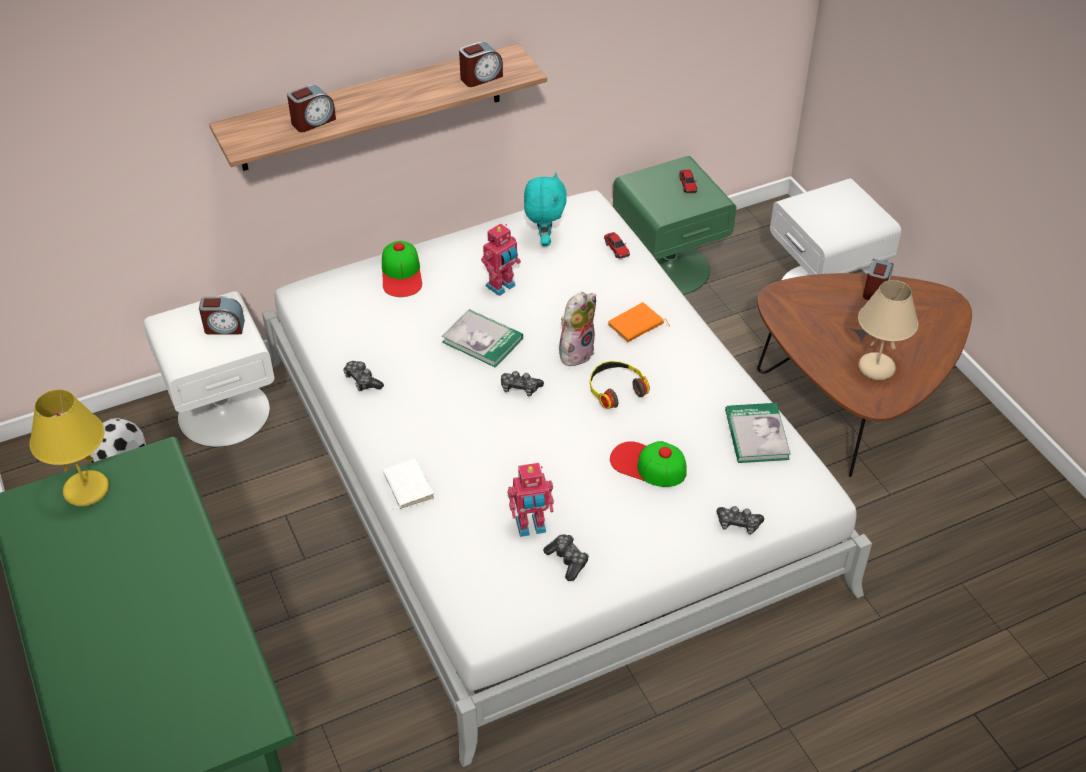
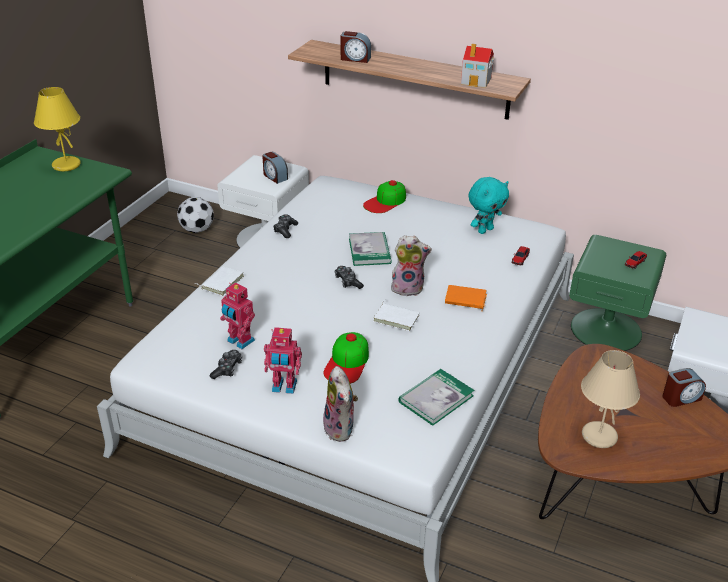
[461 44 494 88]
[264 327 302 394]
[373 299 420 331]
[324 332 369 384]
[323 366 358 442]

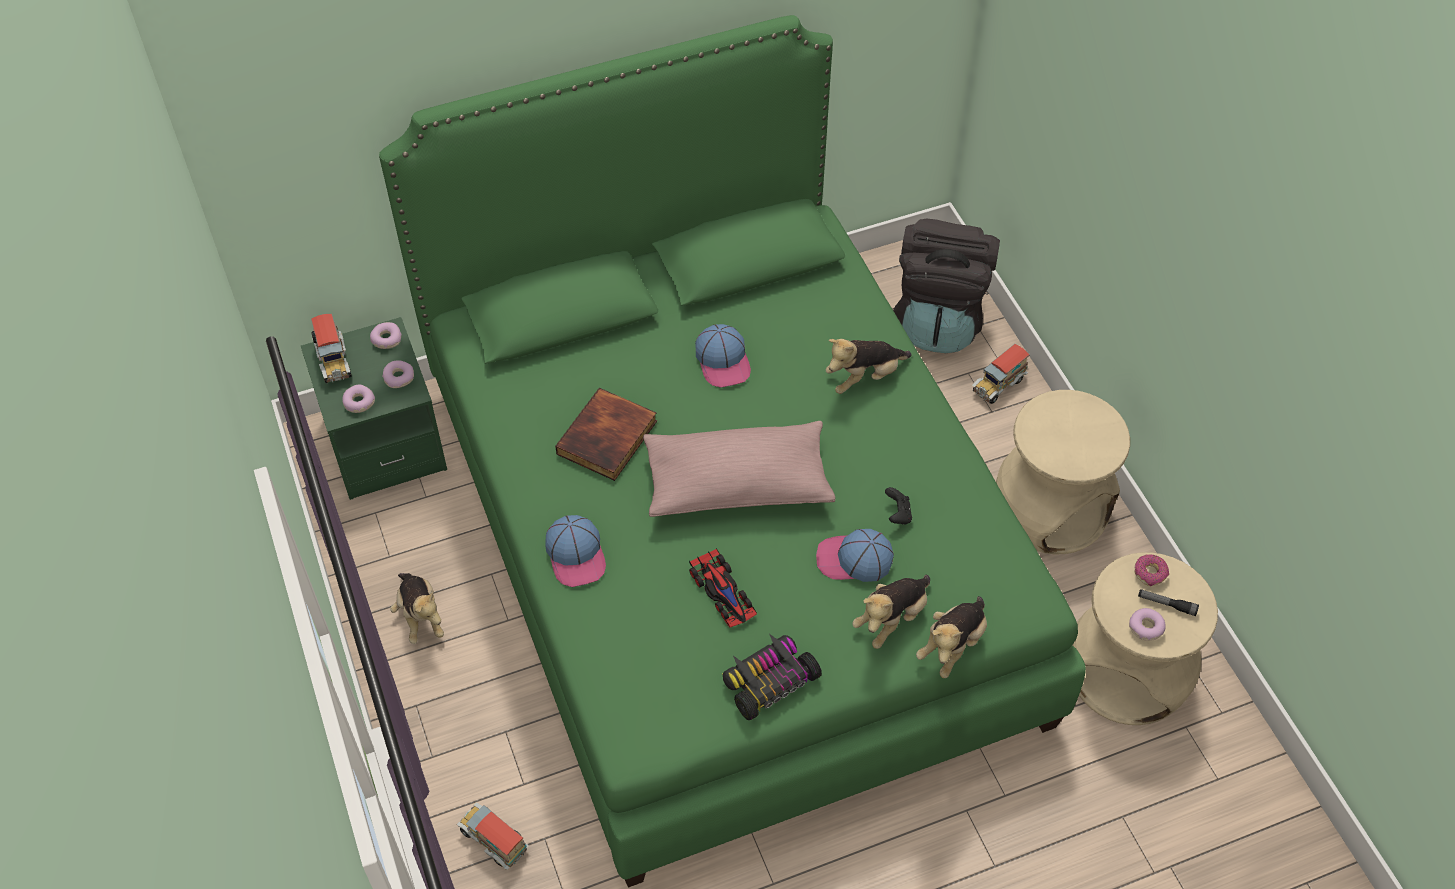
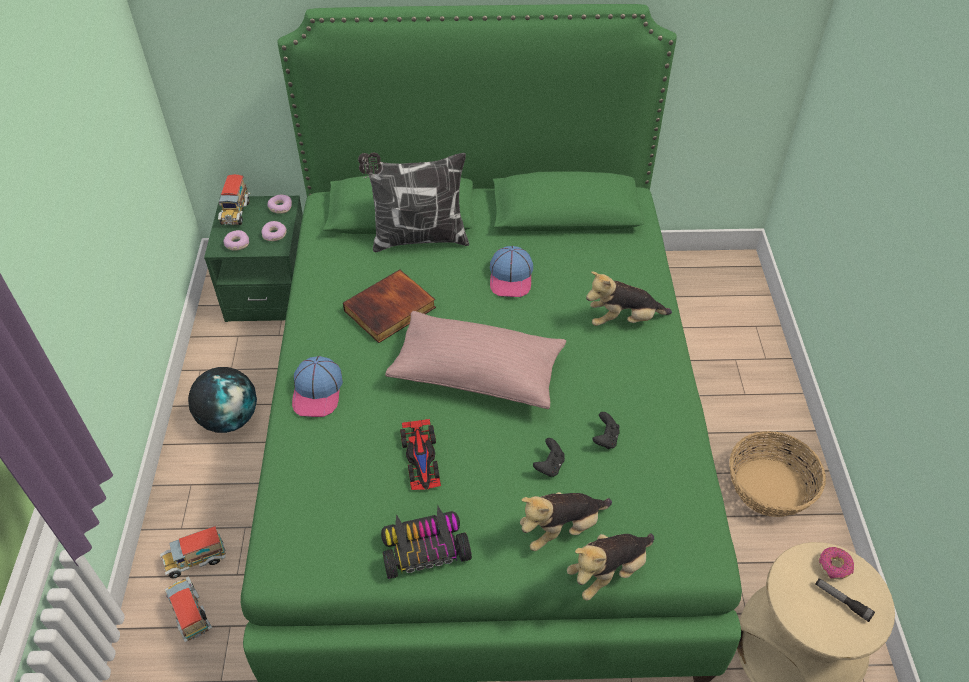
[188 367 257 433]
[533 438 565 477]
[893 219 1000 353] (first image)
[160 526 226 578]
[729 431 826 517]
[1129 608 1166 641] (first image)
[358 152 469 252]

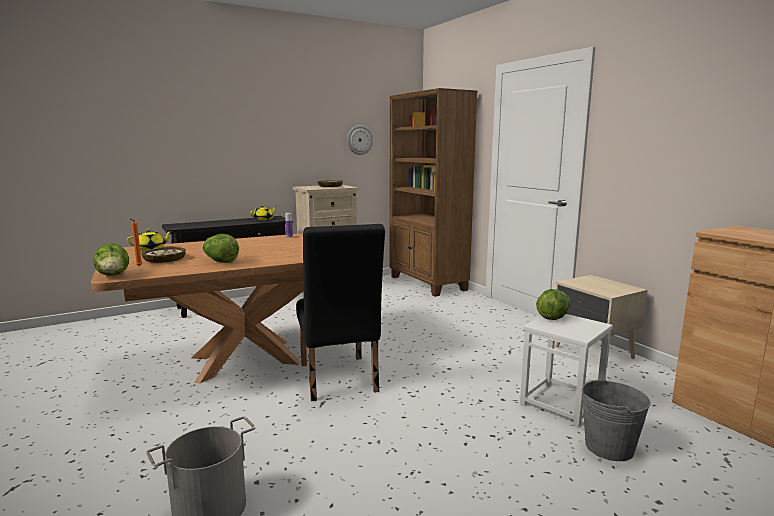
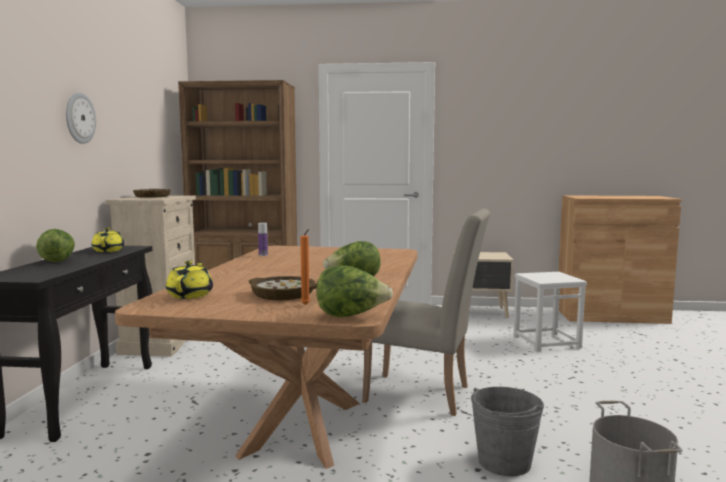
[362 209 491 416]
[66 92 96 144]
[36 229 75 262]
[471 387 544 476]

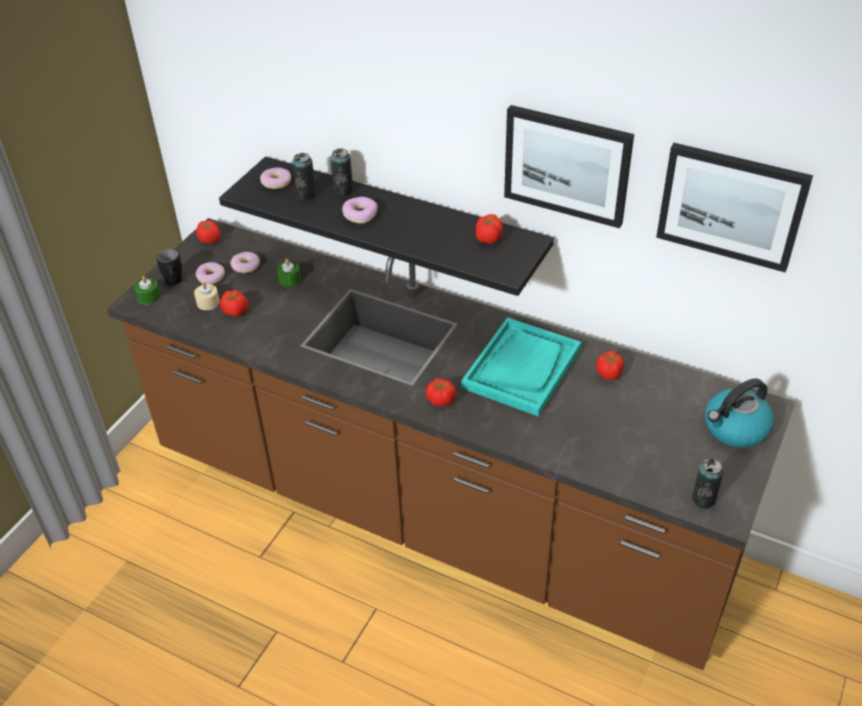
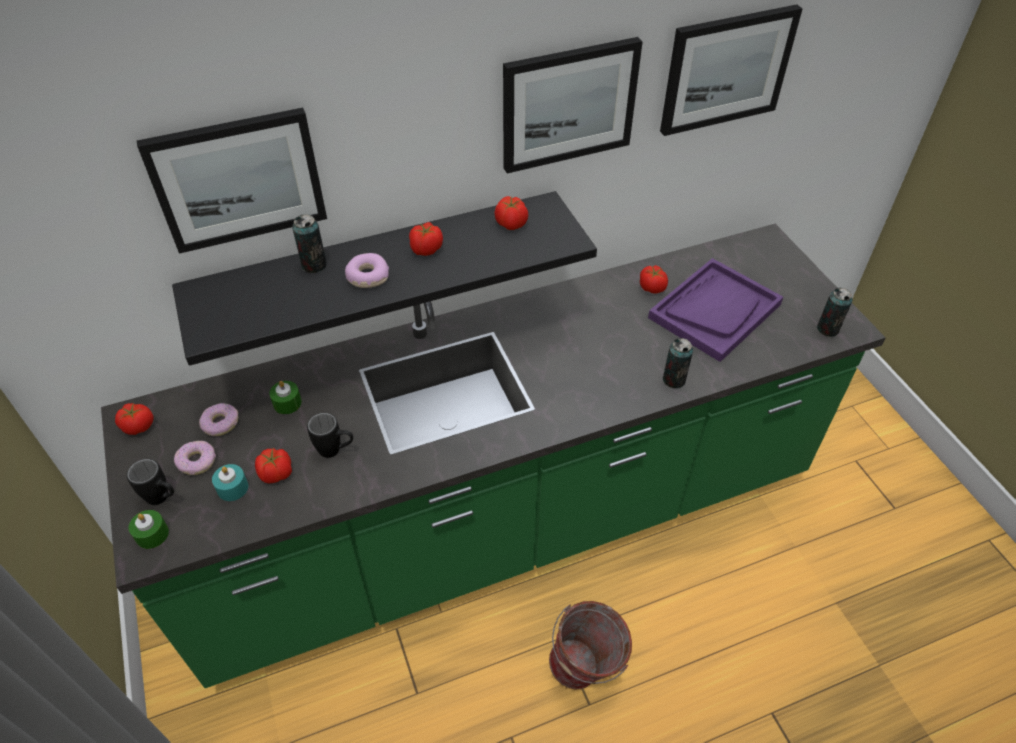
[101 224 886 688]
[212 464 248 501]
[260 167 291 189] (first image)
[663 338 693 388]
[409 222 443 256]
[461 317 581 416] (first image)
[705 378 774 448] (first image)
[137 108 327 254]
[307 413 353 458]
[549 601 632 690]
[648 258 783 362]

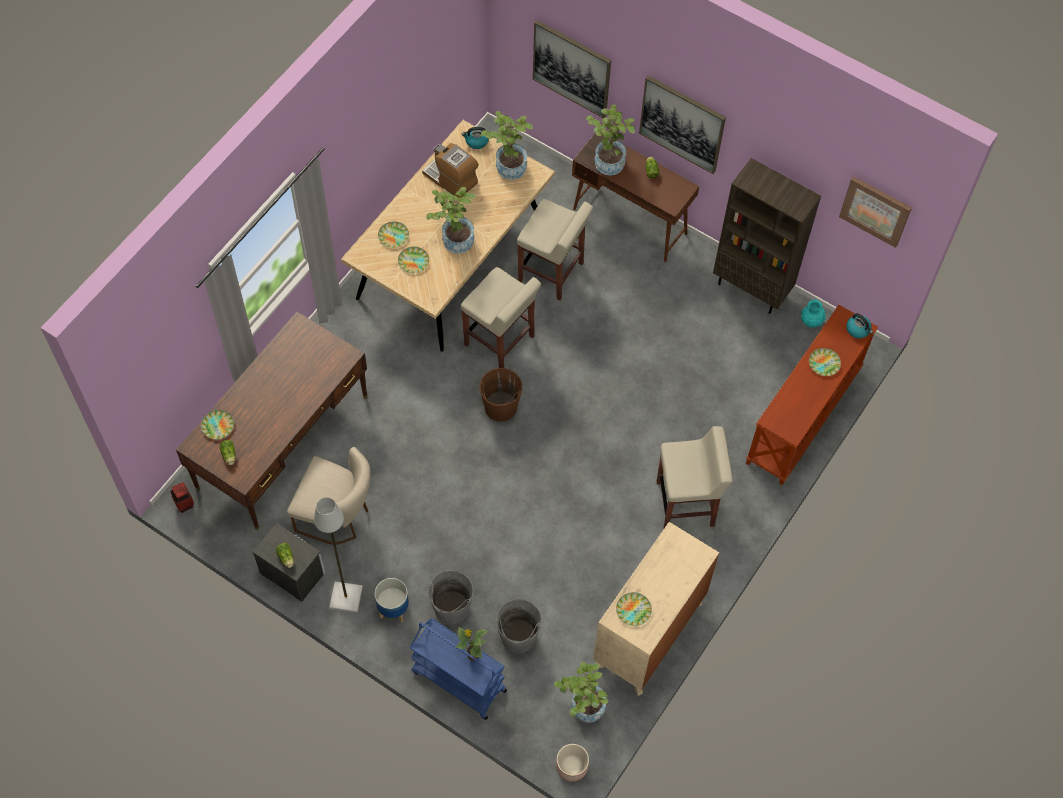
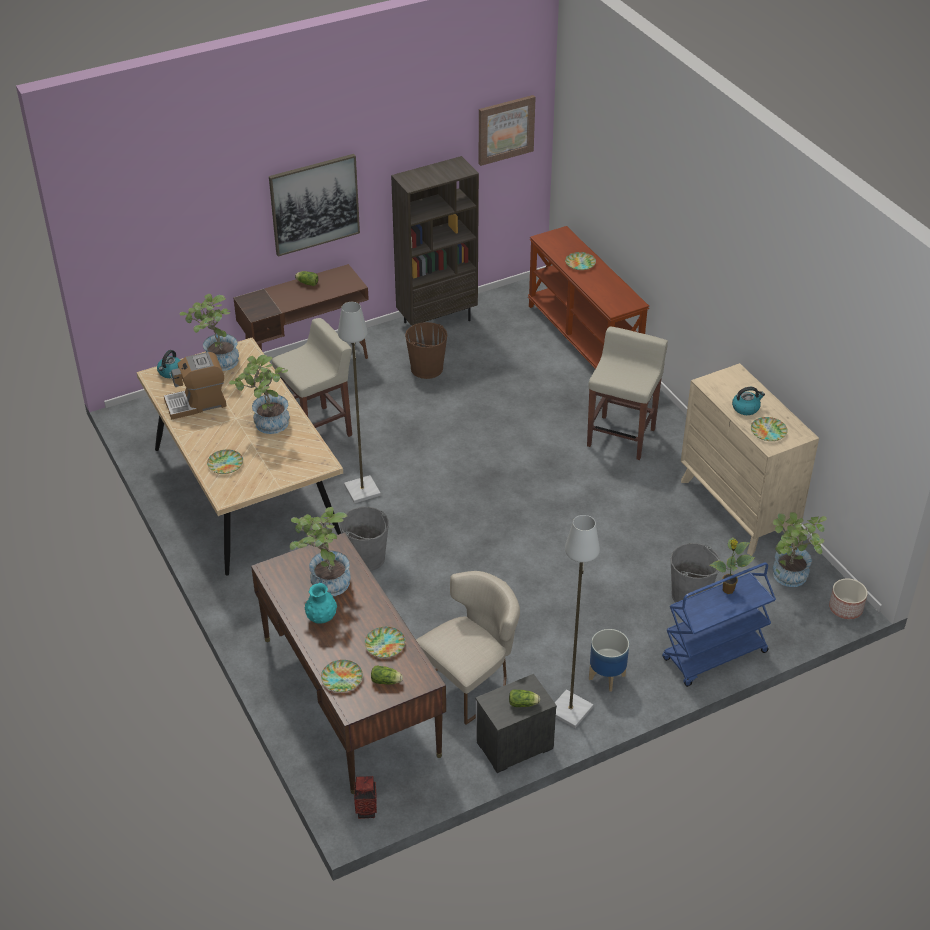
[365 627 405 658]
[340 507 389 571]
[338 302 381 503]
[405 322 447 379]
[533 20 611 118] (first image)
[290 507 351 596]
[305 583 337 624]
[732 387 765 415]

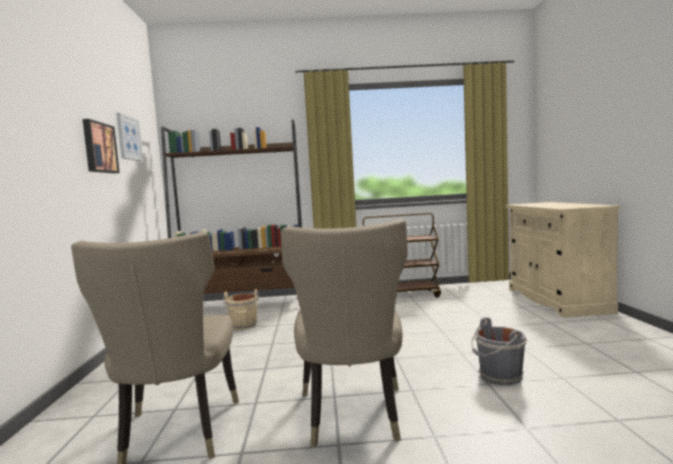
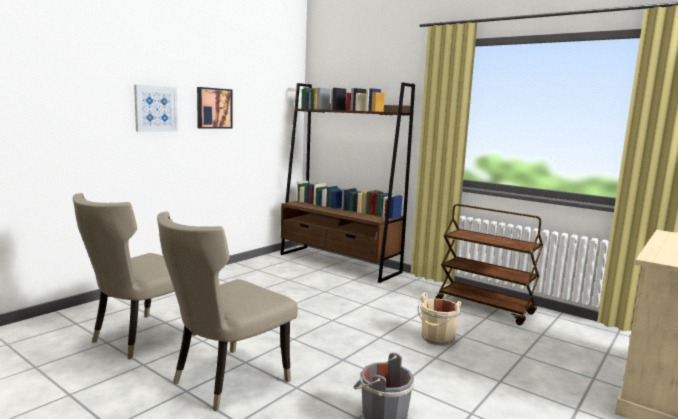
[134 85 178 132]
[418 293 461 346]

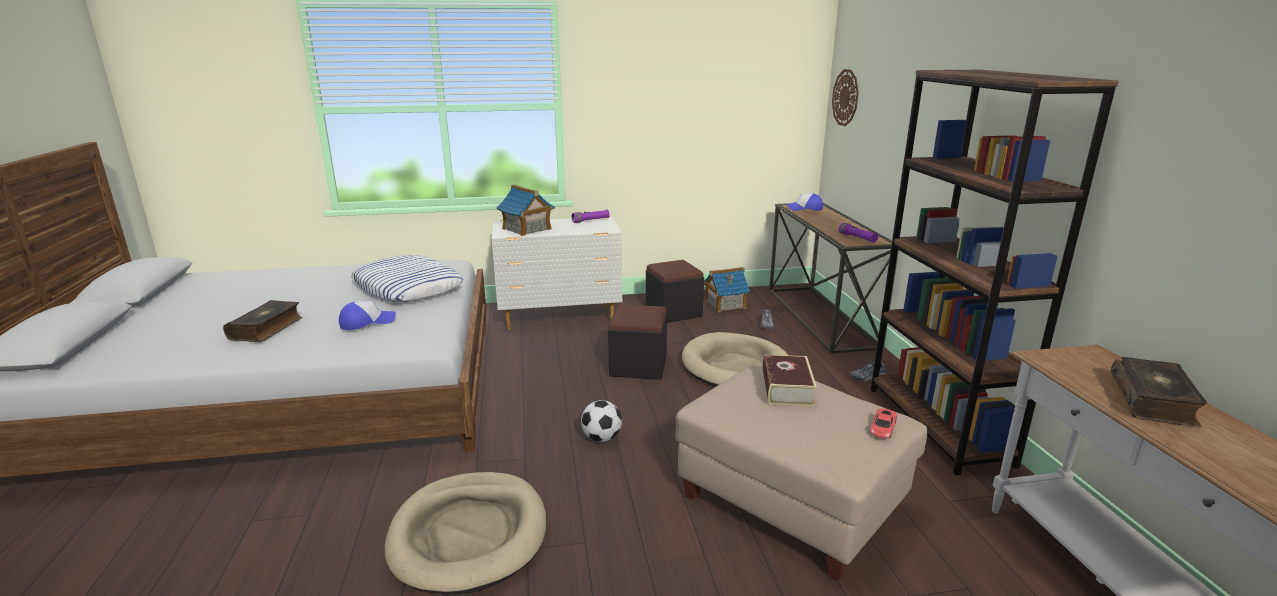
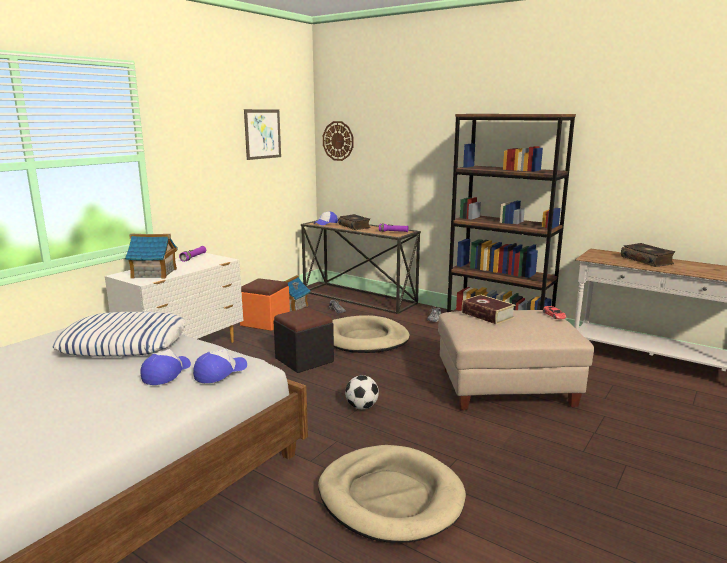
[338 214 371 230]
[240 278 290 331]
[193 349 247 383]
[244 109 281 160]

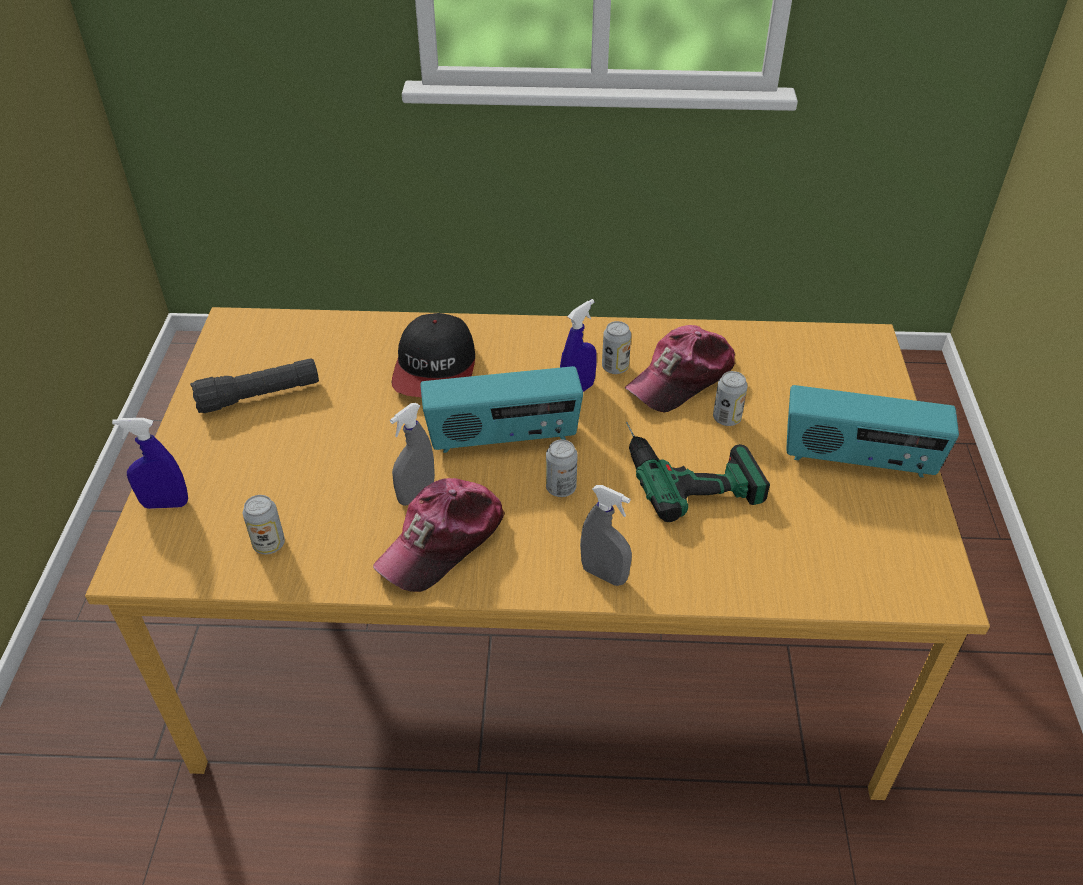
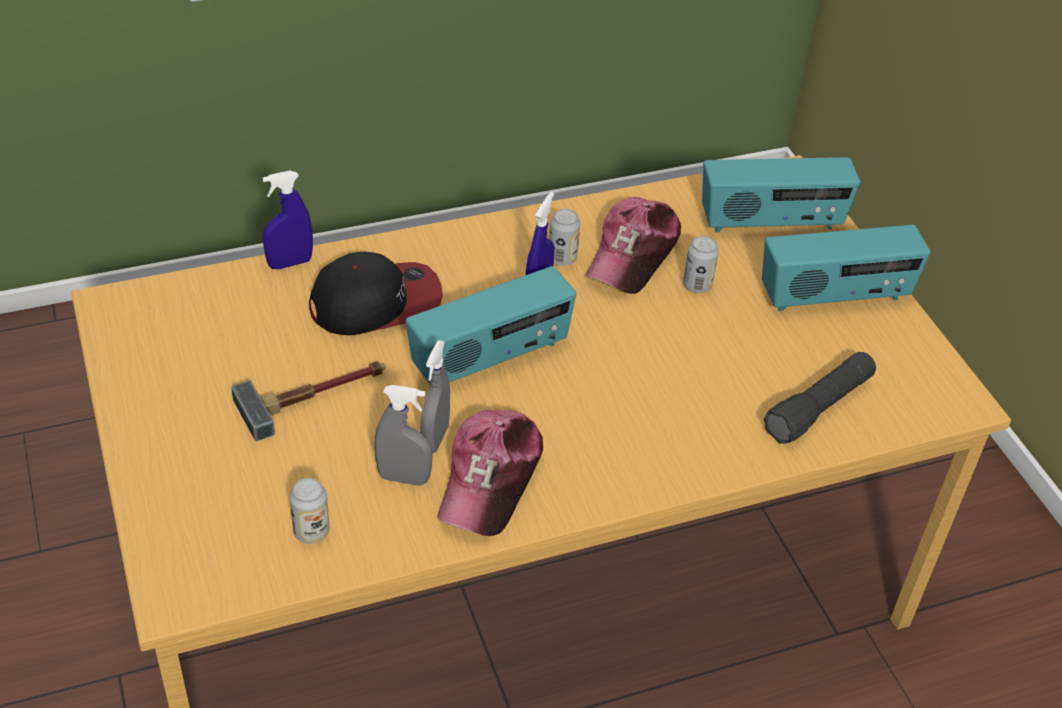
[263 170 313 270]
[764 352 876 444]
[309 252 443 335]
[546 440 578 497] (first image)
[374 385 433 486]
[626 422 770 522] (first image)
[231 361 386 441]
[702 157 860 232]

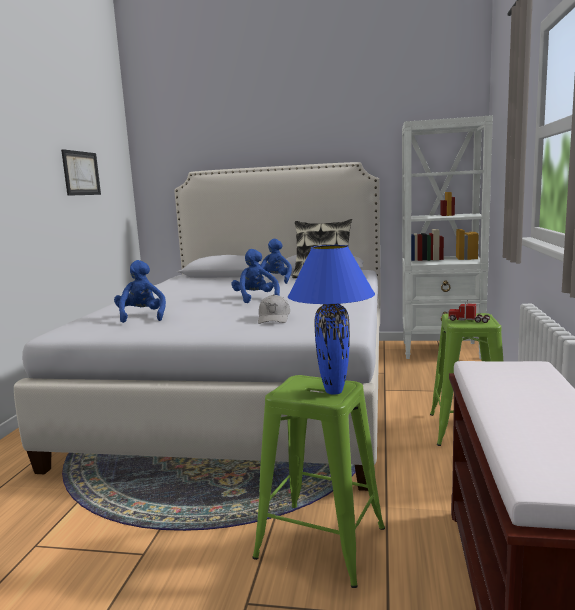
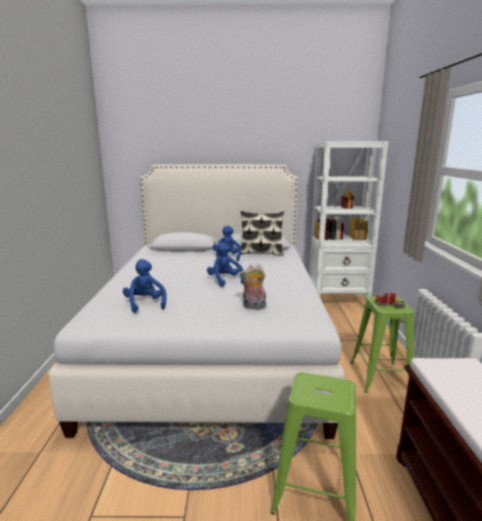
[61 149 101 196] (first image)
[239 264 266 309]
[288 245 375 395] (first image)

